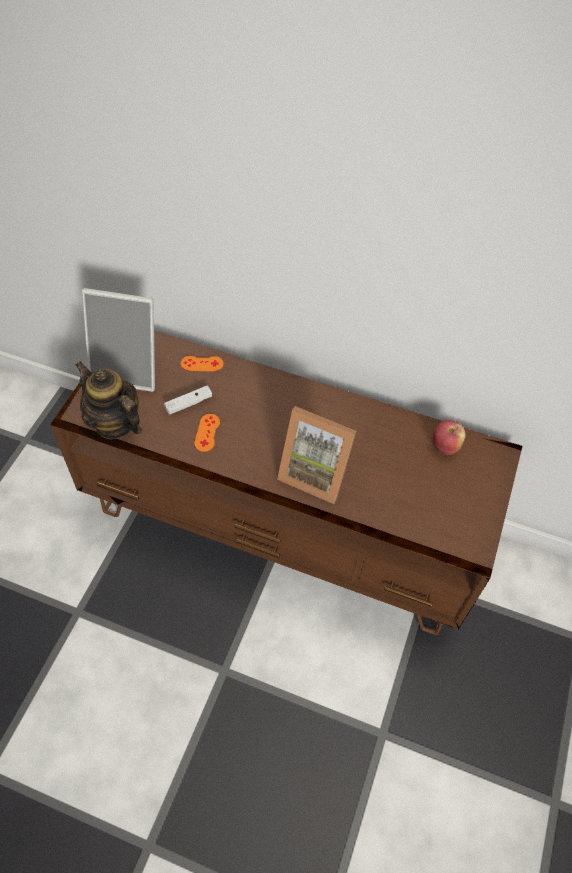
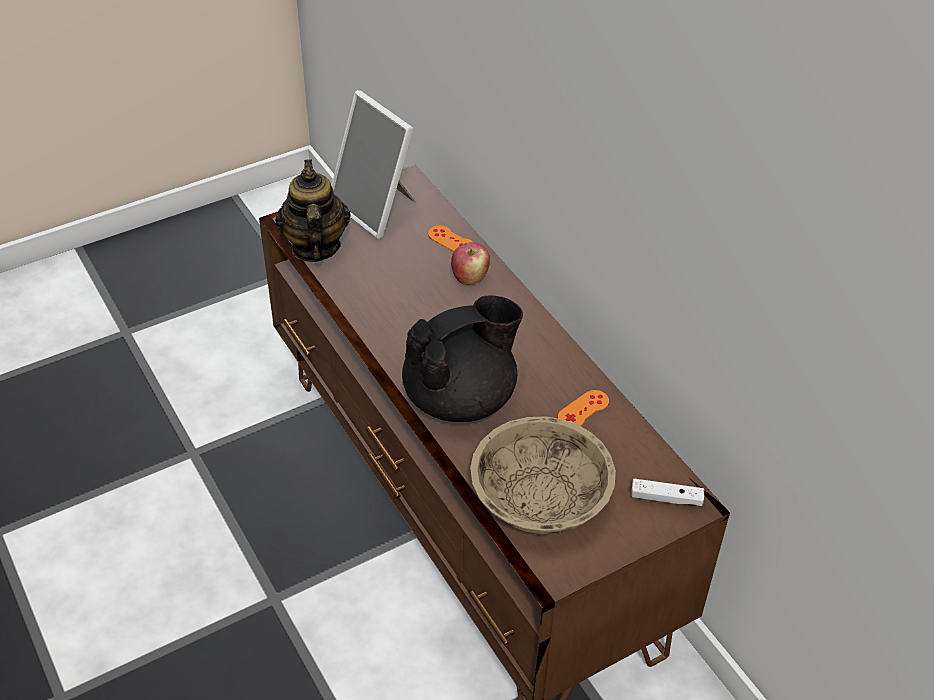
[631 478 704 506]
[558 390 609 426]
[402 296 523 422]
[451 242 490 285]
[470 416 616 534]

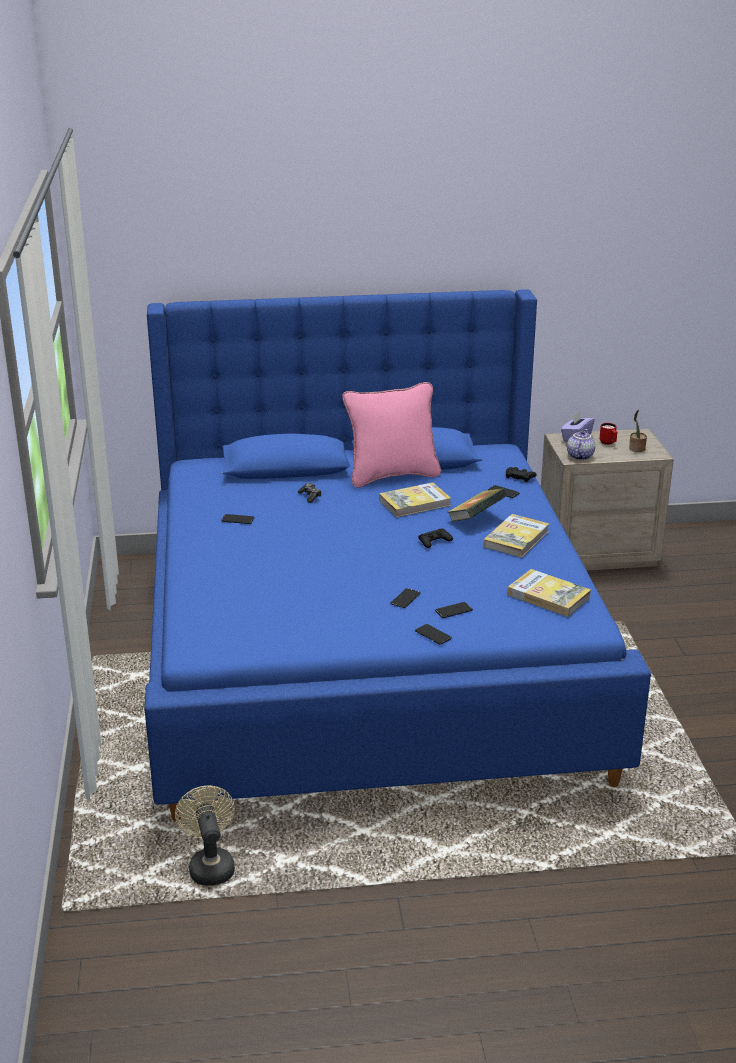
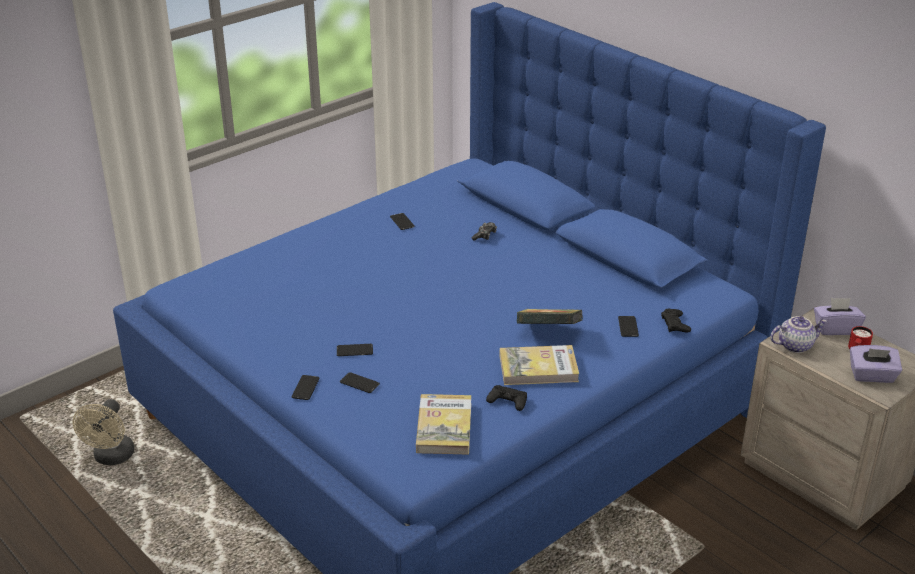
[72 399 134 465]
[342 382 441 488] (first image)
[379 482 451 517] (first image)
[486 385 527 411]
[850 345 902 383]

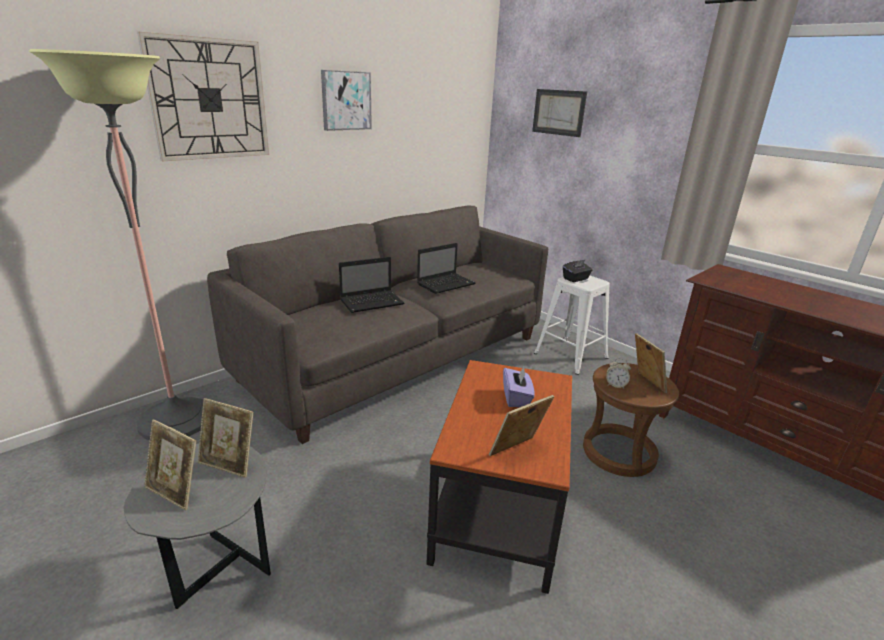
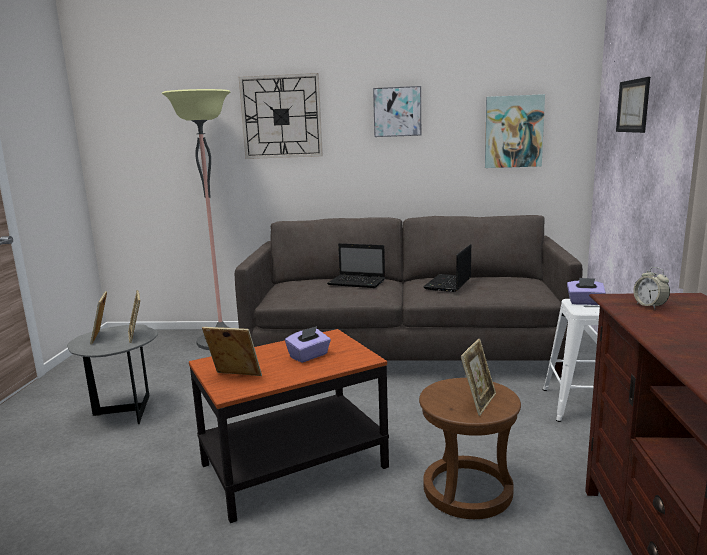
[423 244 471 292]
[567 278 606 305]
[633 267 670 309]
[485 94 545 168]

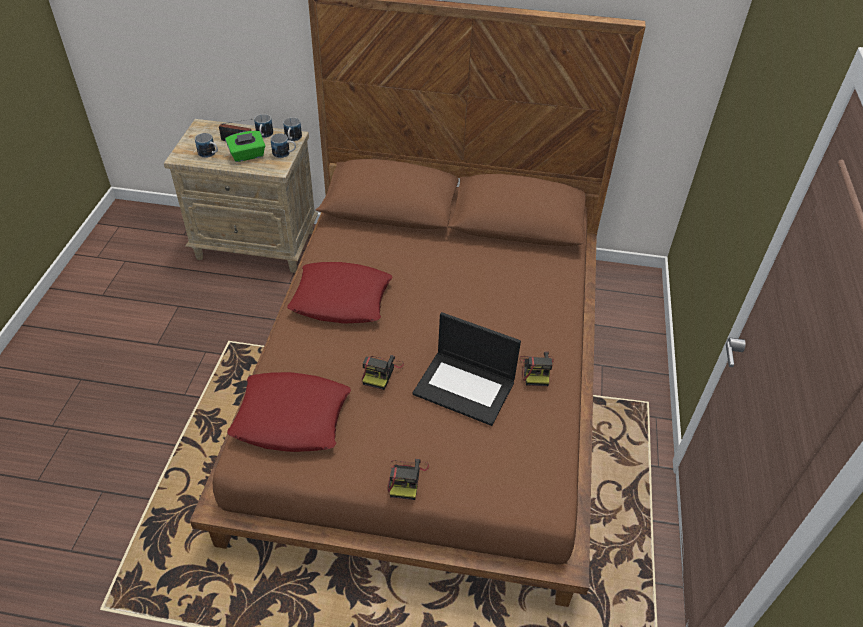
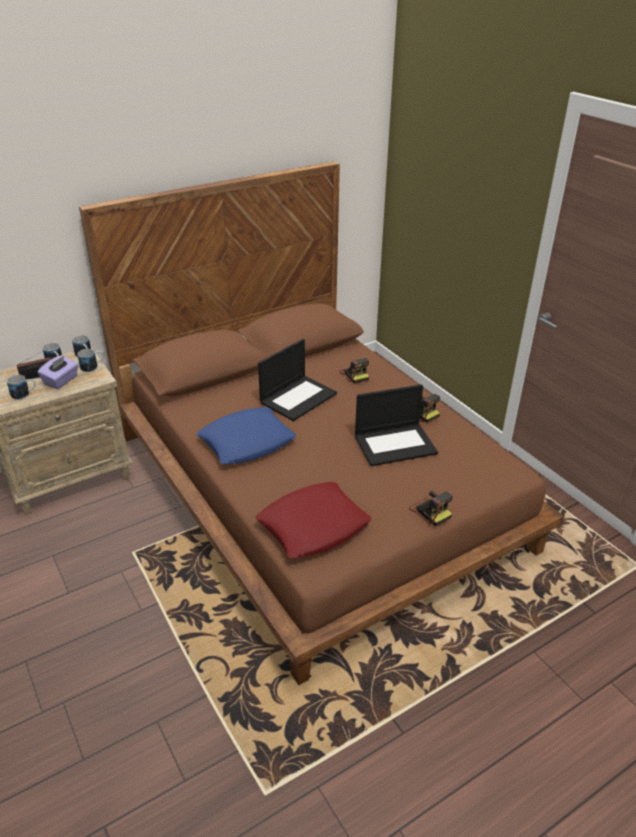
[37 355 78 389]
[196 407 296 464]
[339 358 369 384]
[258 339 337 421]

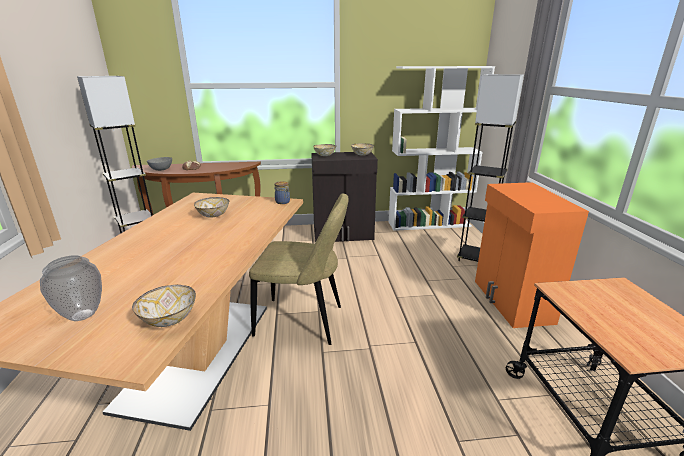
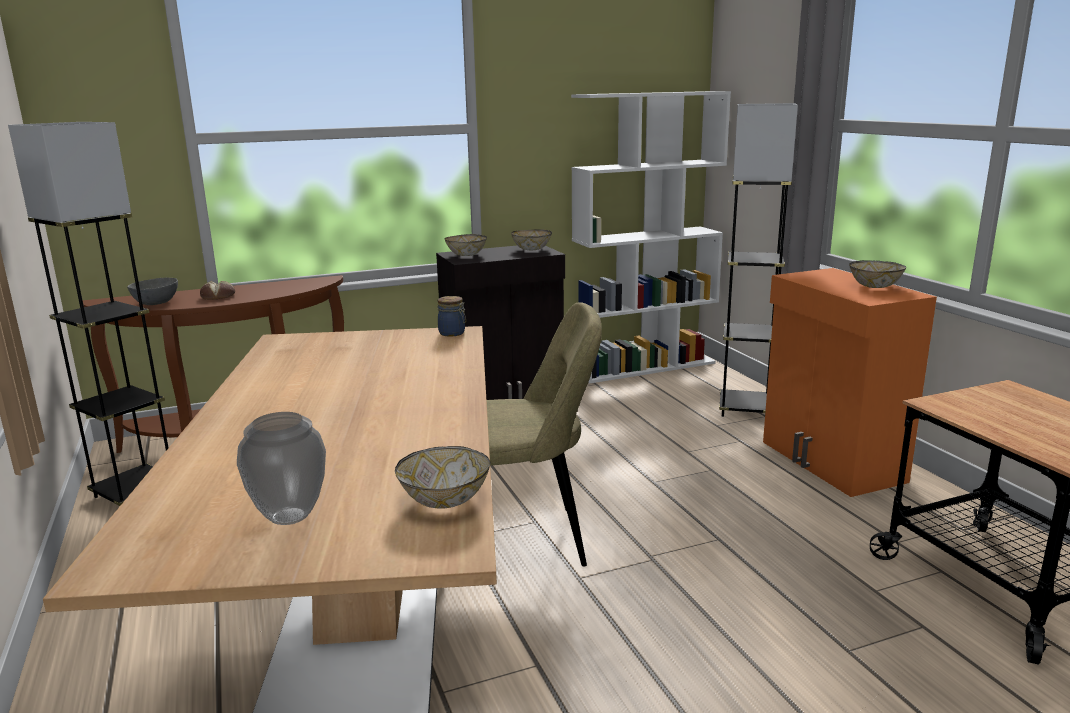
[849 260 906 288]

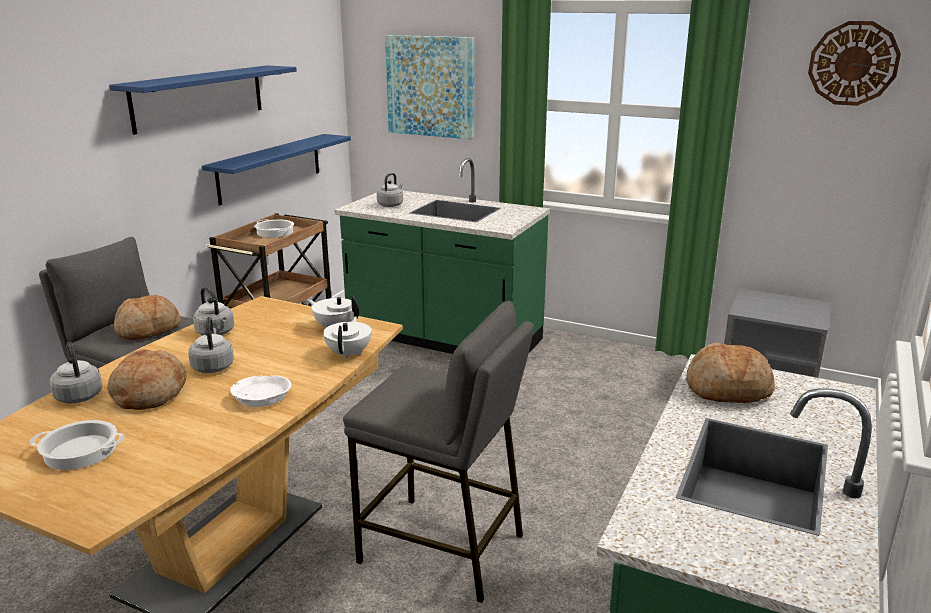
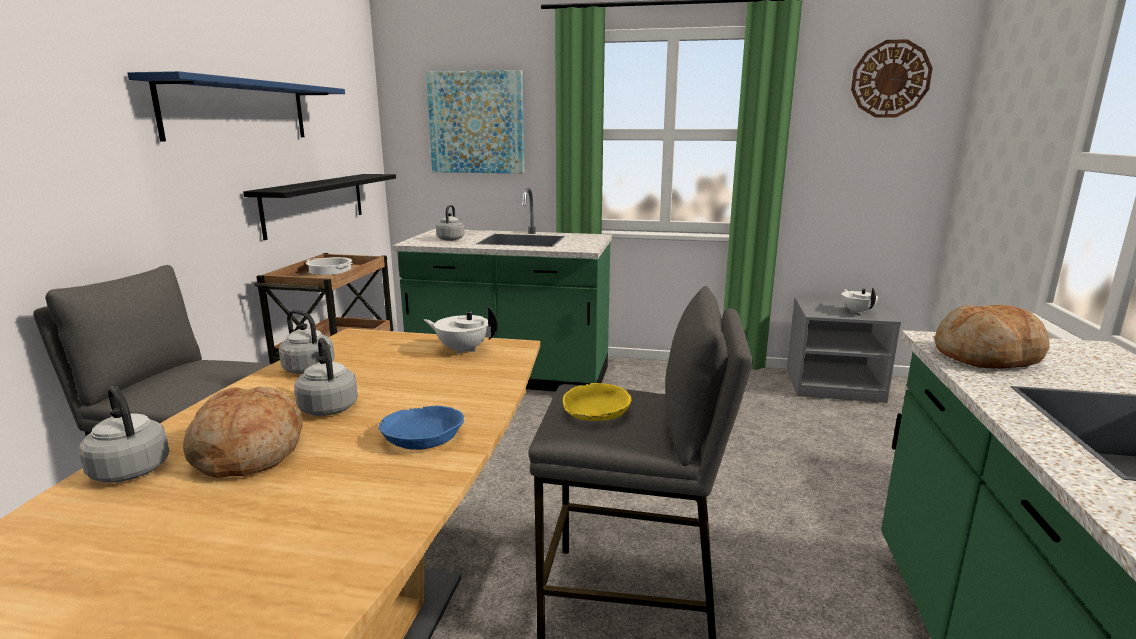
[29 420 124 470] (first image)
[114 295 181 340] (first image)
[243 174 396 240]
[379 406 464 450]
[841 288 878 314]
[563 383 631 421]

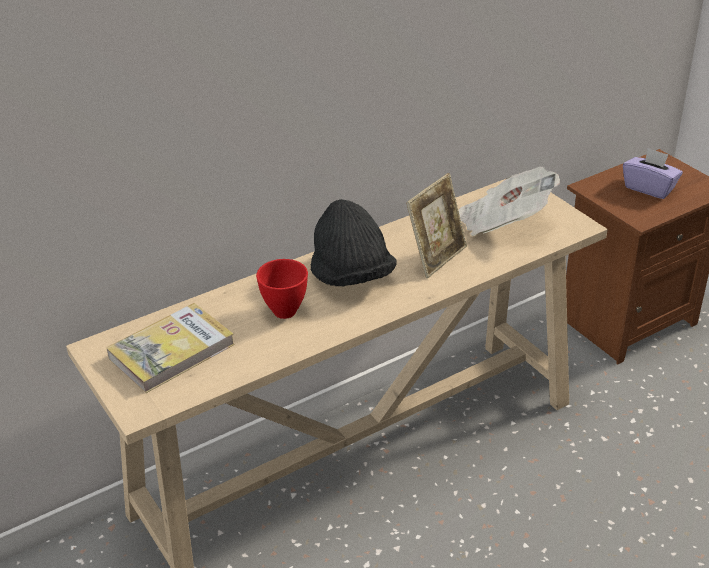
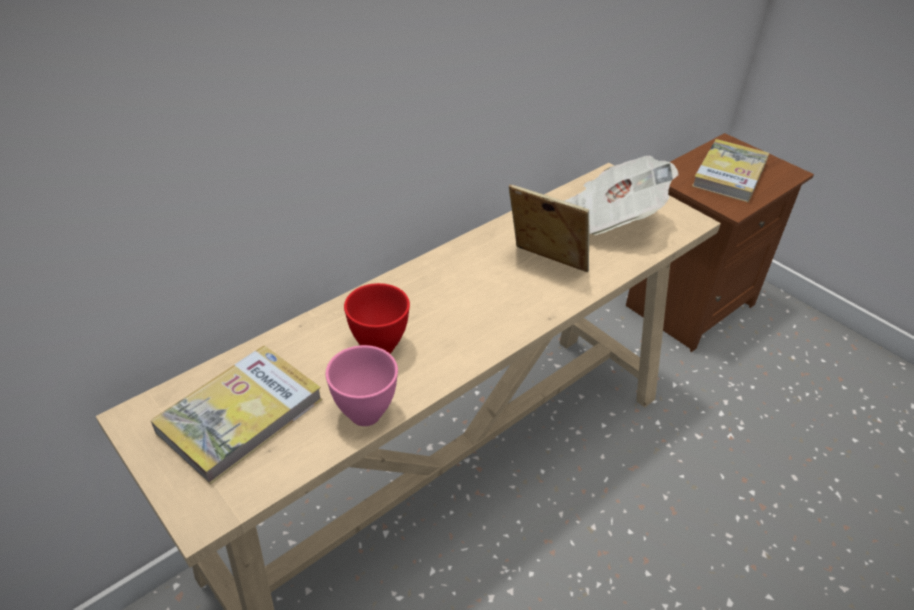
[311 199 396 286] (first image)
[509 184 589 272]
[692 139 769 202]
[325 345 398 426]

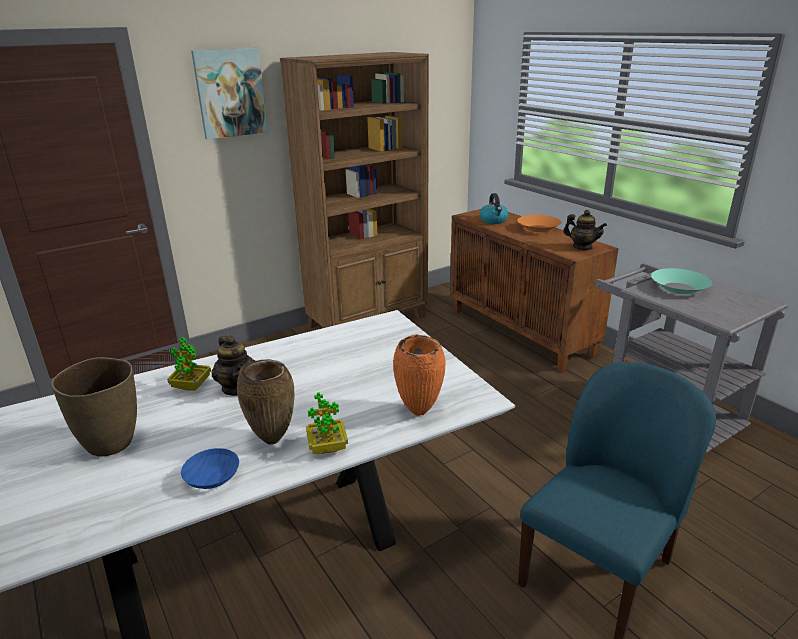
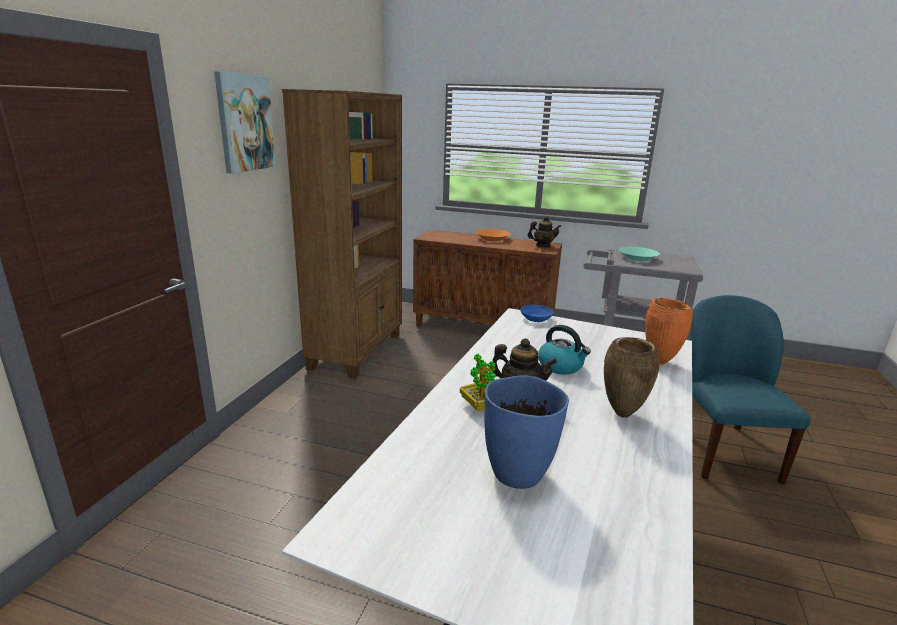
[484 375 569 489]
[520 305 554 322]
[306 392 348 454] (first image)
[538 325 591 375]

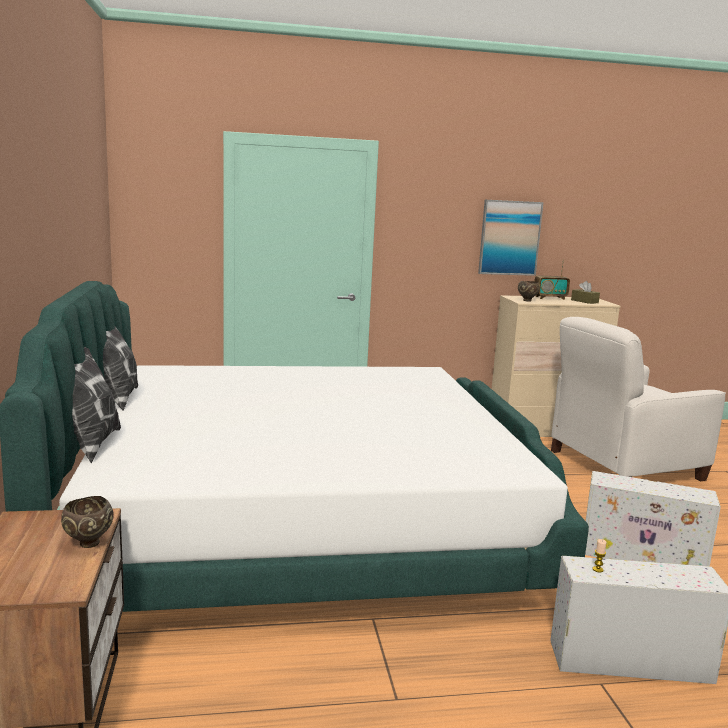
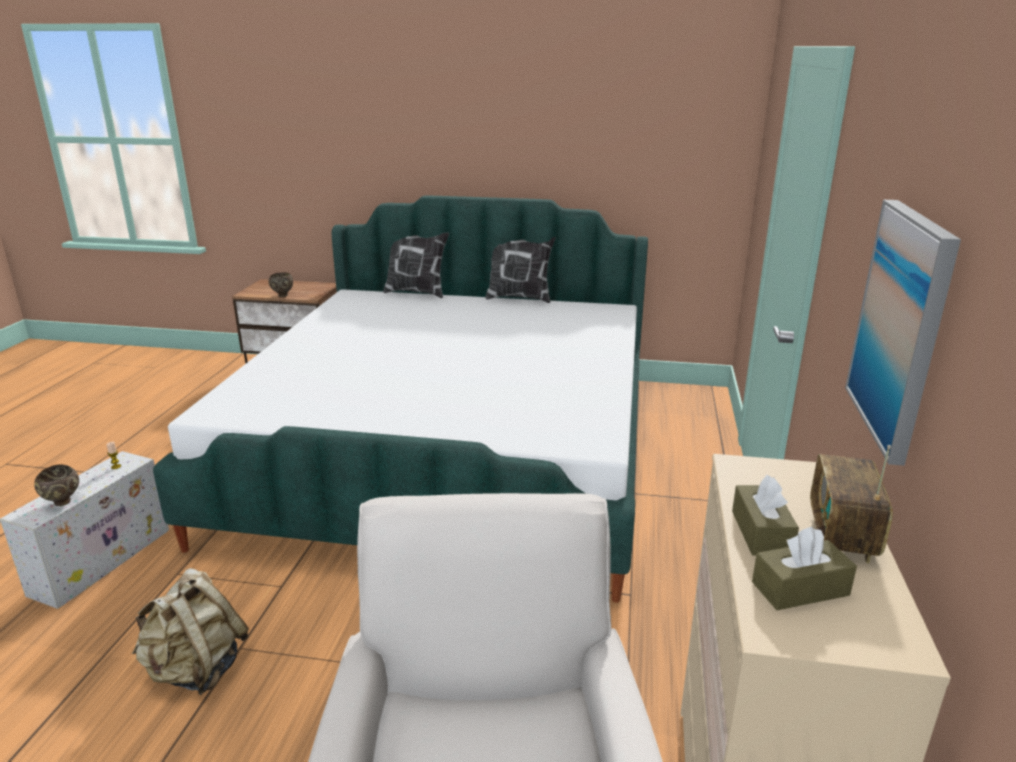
[34 464 79 506]
[132 568 249 695]
[732 475 799 556]

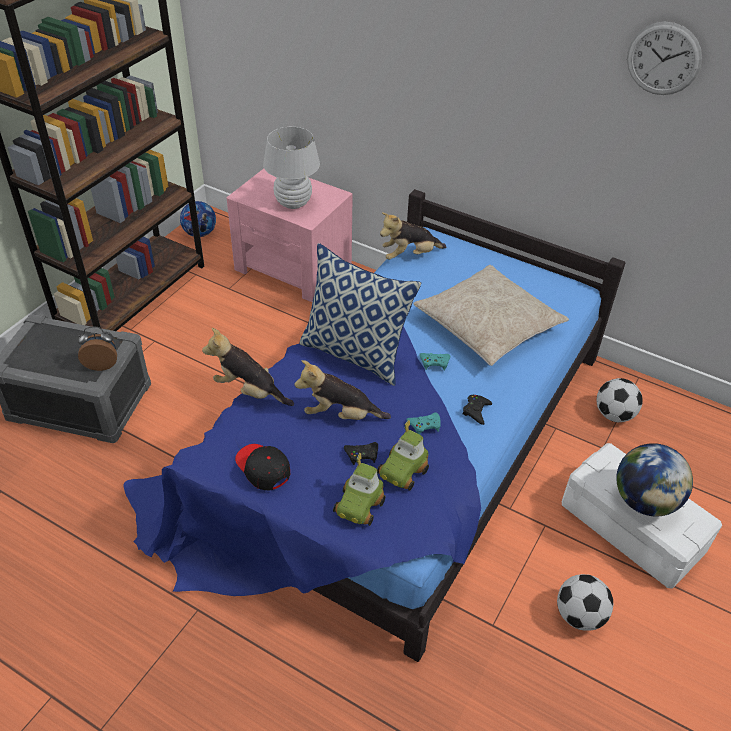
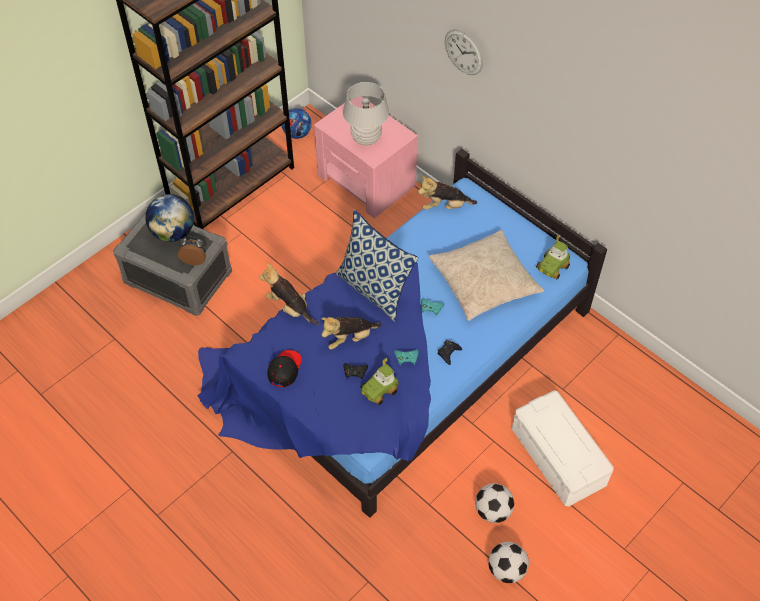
[267 350 302 387]
[321 317 382 350]
[536 235 570 279]
[488 542 529 583]
[145 194 194 242]
[445 29 483 75]

